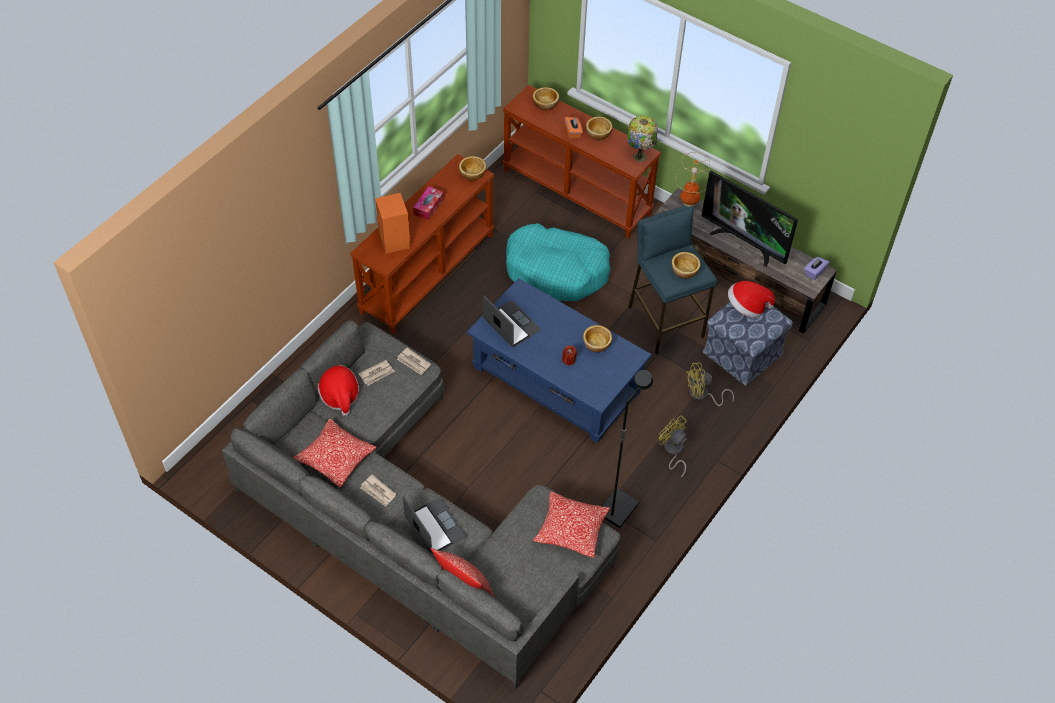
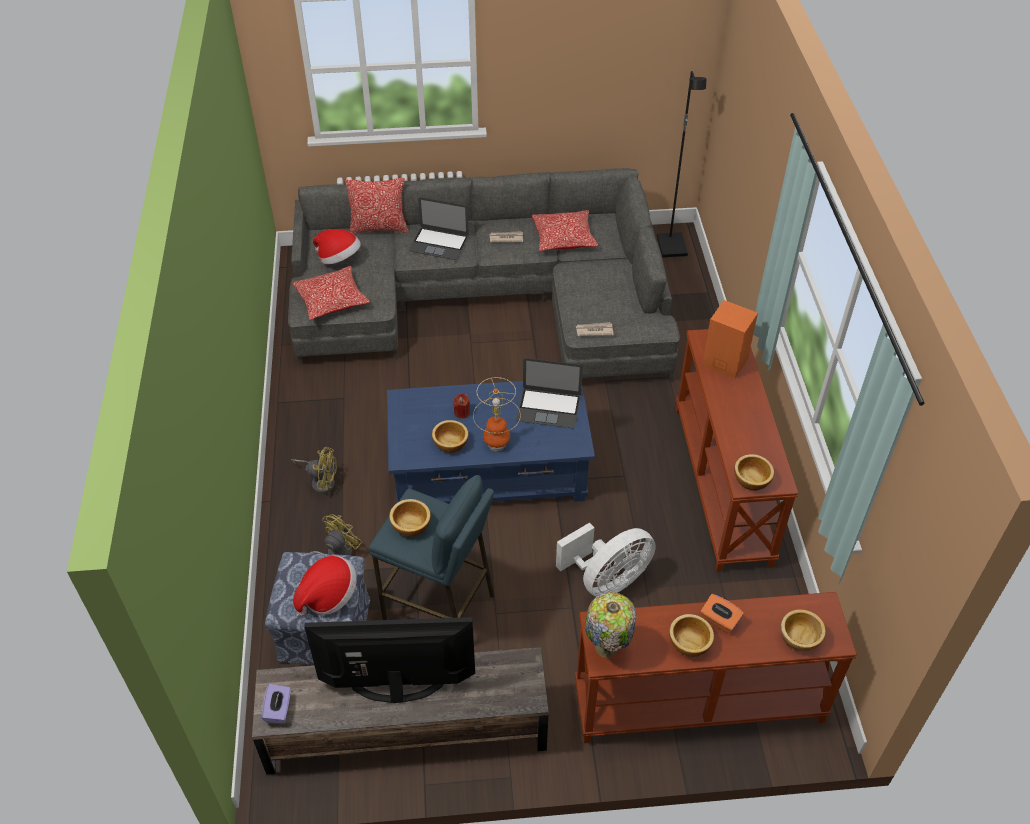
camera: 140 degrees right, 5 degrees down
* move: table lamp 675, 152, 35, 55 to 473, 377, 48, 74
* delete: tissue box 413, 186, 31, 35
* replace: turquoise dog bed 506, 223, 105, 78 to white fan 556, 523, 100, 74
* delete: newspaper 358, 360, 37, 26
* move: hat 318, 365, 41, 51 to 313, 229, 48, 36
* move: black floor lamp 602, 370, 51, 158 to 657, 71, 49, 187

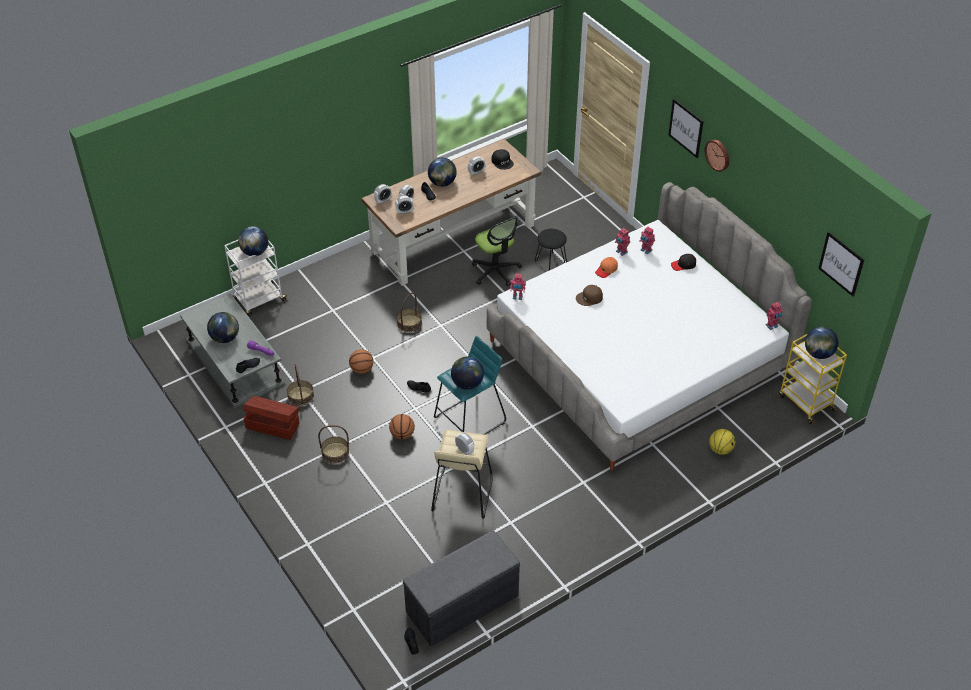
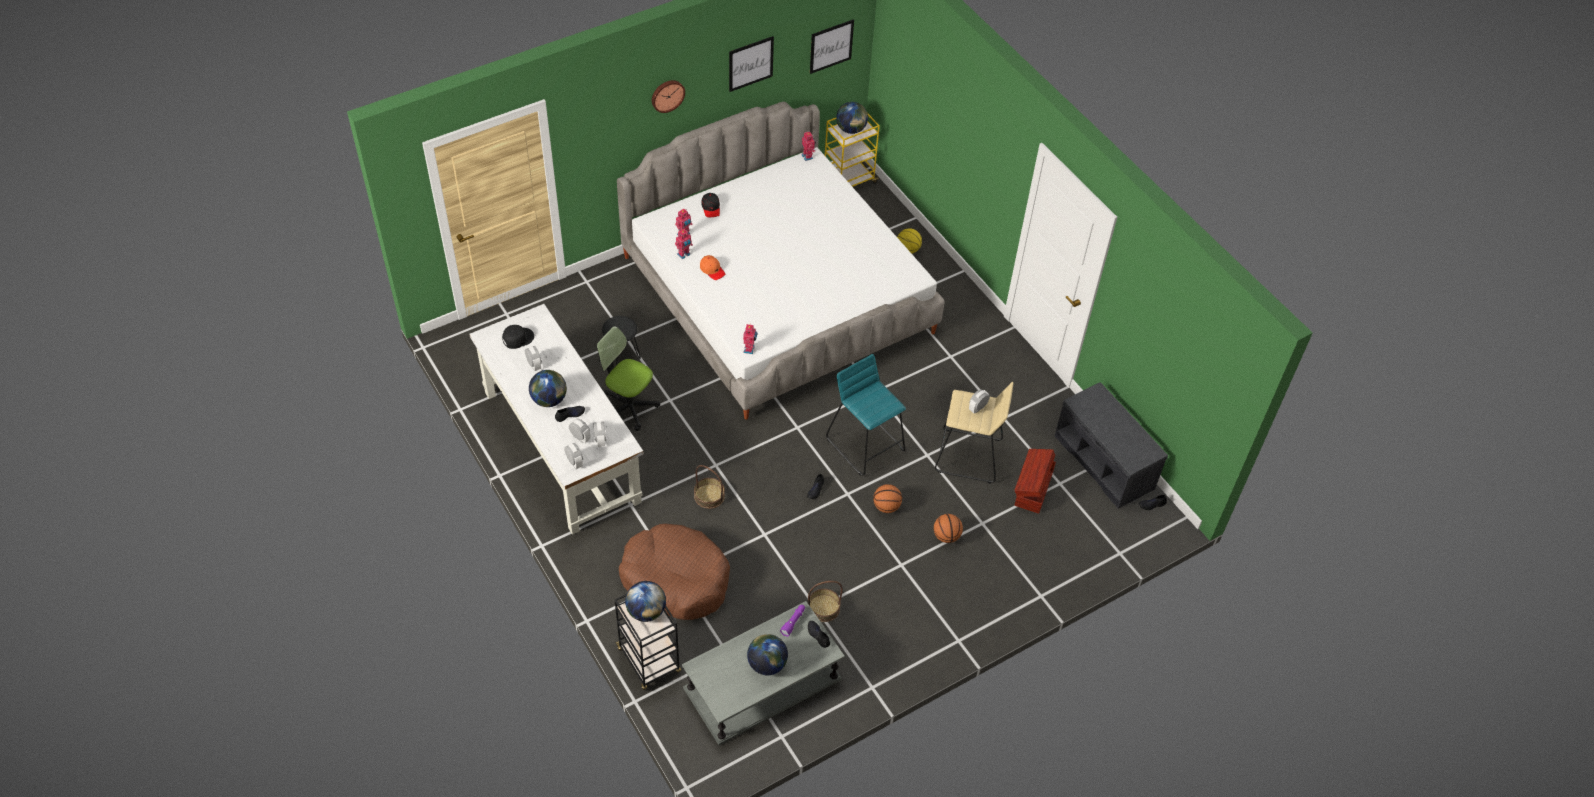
camera: 90 degrees left, 5 degrees up
* move: picture 668, 99, 36, 59 to 729, 36, 45, 56
* recolor: brown desk 361, 139, 180, 147 to white desk 470, 304, 174, 231
* rotate: office chair 472, 217, 50, 70 = 597, 326, 63, 105 120 degrees counterclockwise
* recolor: white cart 224, 240, 64, 76 to black cart 615, 594, 66, 96
* delete: brown cap 576, 285, 27, 21
* move: basketball 349, 349, 24, 25 to 934, 514, 29, 29
* delete: globe 451, 357, 33, 33
* move: brown storage box 243, 396, 57, 44 to 1014, 449, 42, 64
* delete: basket 318, 425, 31, 39
* insert: brown dog bed 619, 524, 111, 96

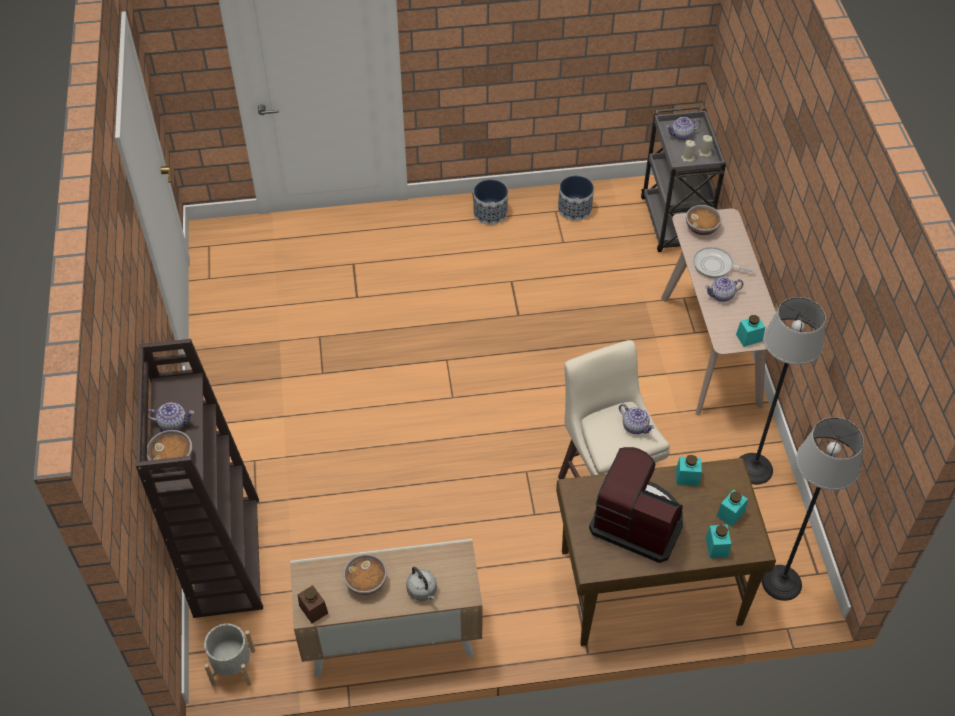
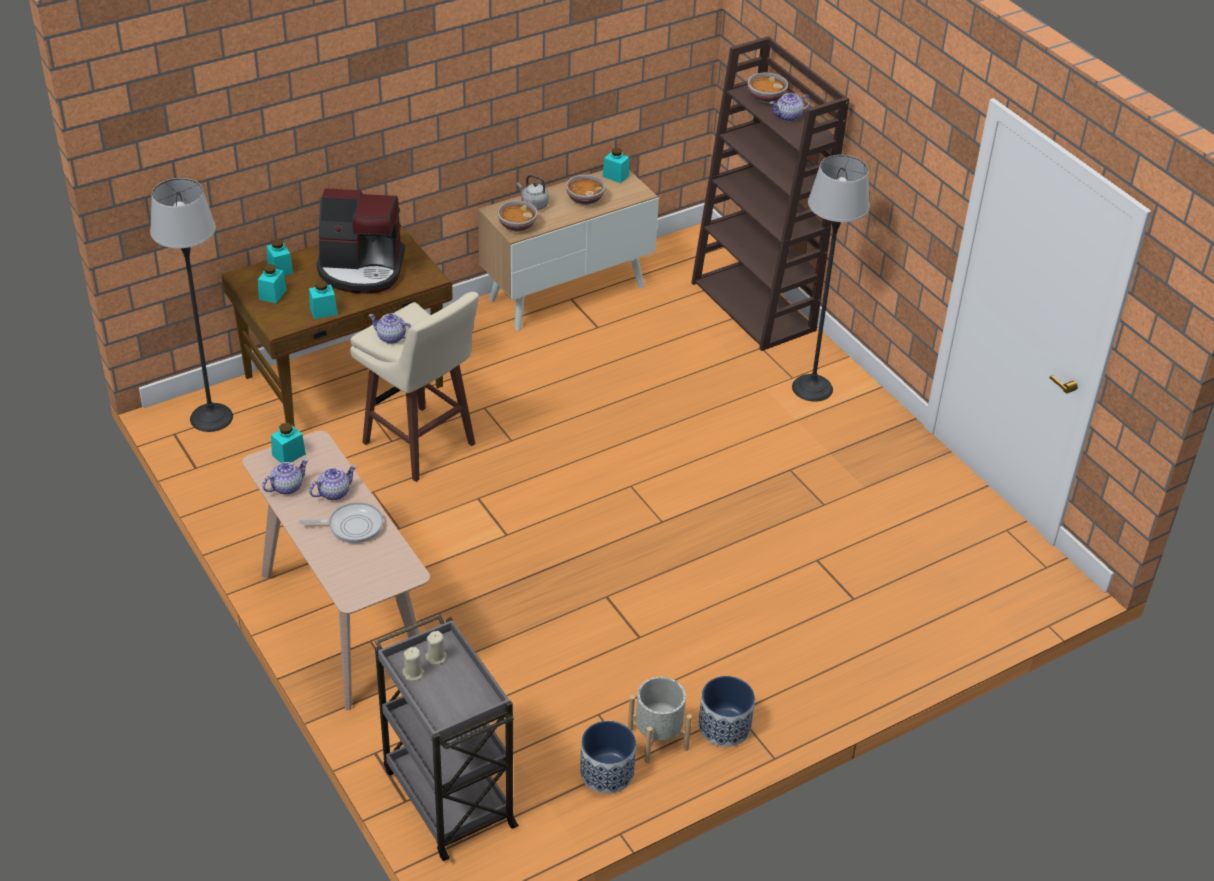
camera: 155 degrees right, 10 degrees down
* move: teapot 666, 117, 35, 23 to 262, 459, 47, 36
* move: bowl 686, 205, 36, 30 to 498, 201, 39, 31
* move: floor lamp 739, 297, 87, 188 to 792, 155, 78, 247
* recolor: brown jar 298, 585, 30, 39 to turquoise jar 602, 148, 27, 35
* move: grey planter 204, 623, 51, 63 to 628, 677, 64, 86

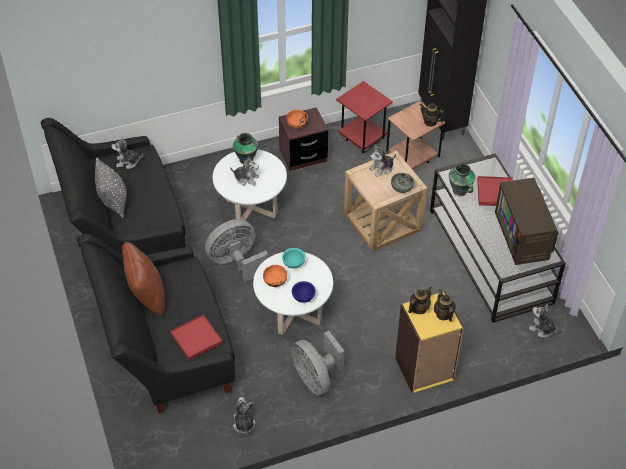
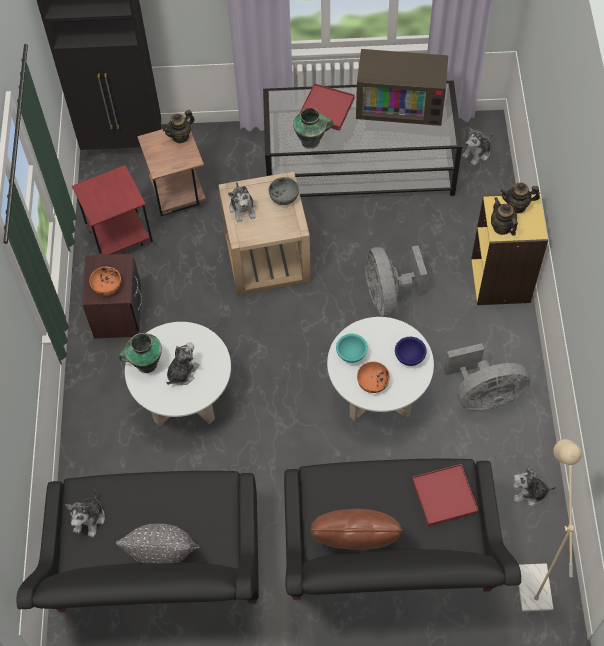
camera: 70 degrees left, 10 degrees up
* move: grey fan 205, 219, 63, 63 to 365, 245, 62, 72
* insert: beige floor lamp 519, 439, 63, 173

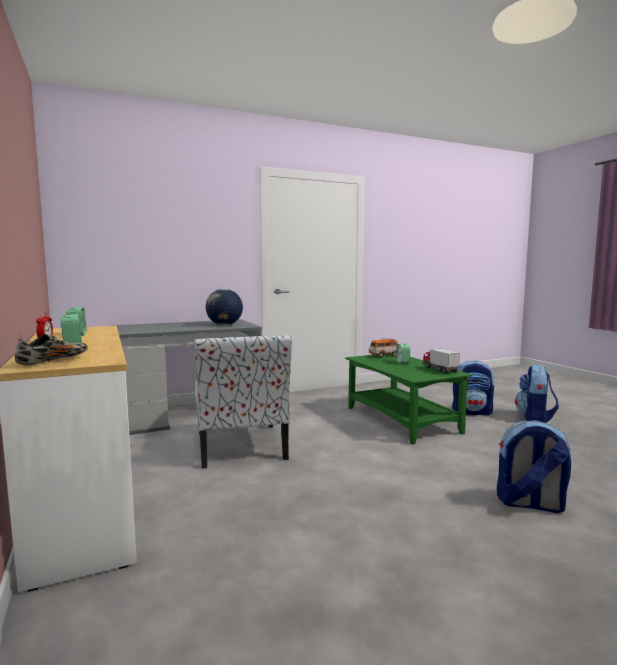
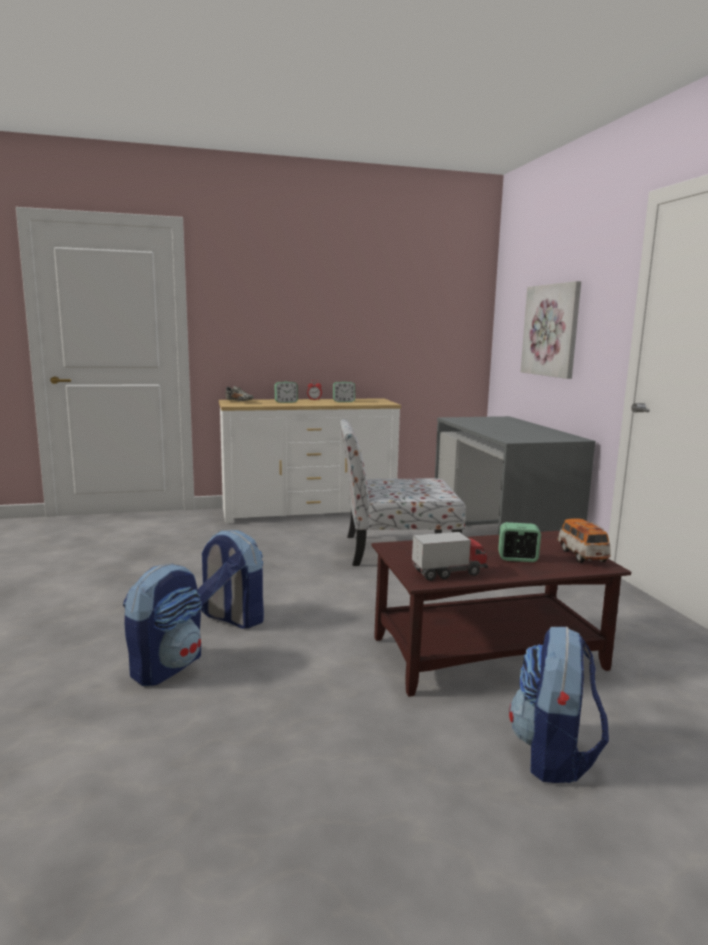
camera: 100 degrees right, 5 degrees up
* delete: globe 206, 289, 37, 37
* recolor: green coffee table 345, 354, 128, 90 to brown coffee table 372, 531, 259, 166
* move: backpack 515, 365, 44, 58 to 198, 530, 66, 99
* insert: picture 521, 281, 60, 98

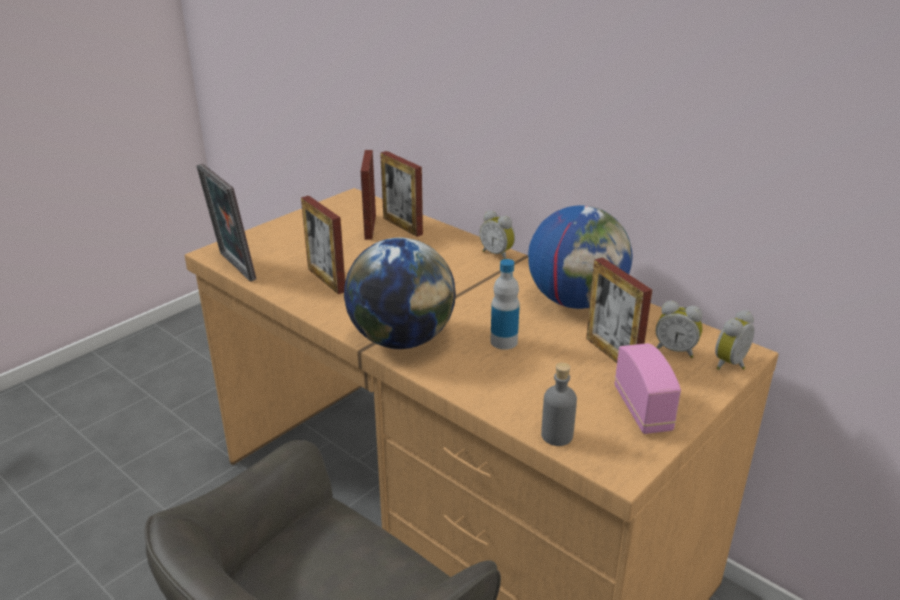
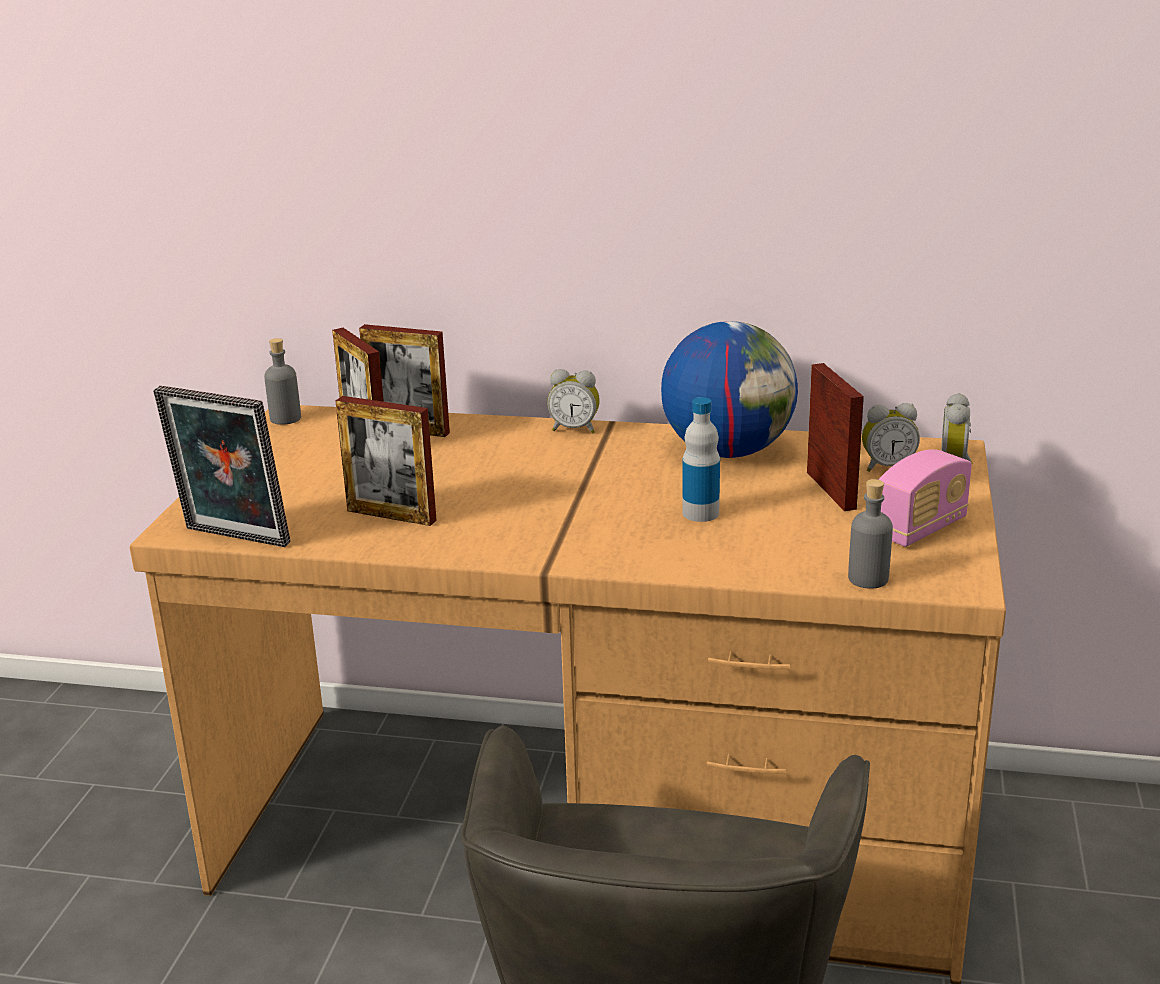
camera: 30 degrees left, 5 degrees down
* delete: globe 344, 238, 112, 111
* rotate: picture frame 586, 257, 66, 106 = 807, 363, 57, 148 135 degrees counterclockwise
* rotate: radio 615, 343, 66, 91 = 879, 449, 93, 98 90 degrees clockwise
* insert: grey bottle 264, 338, 37, 87

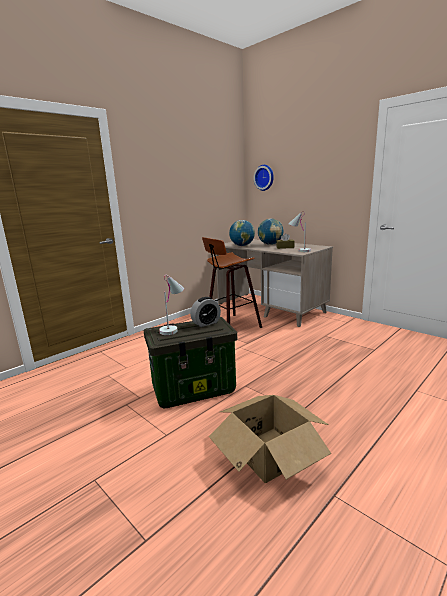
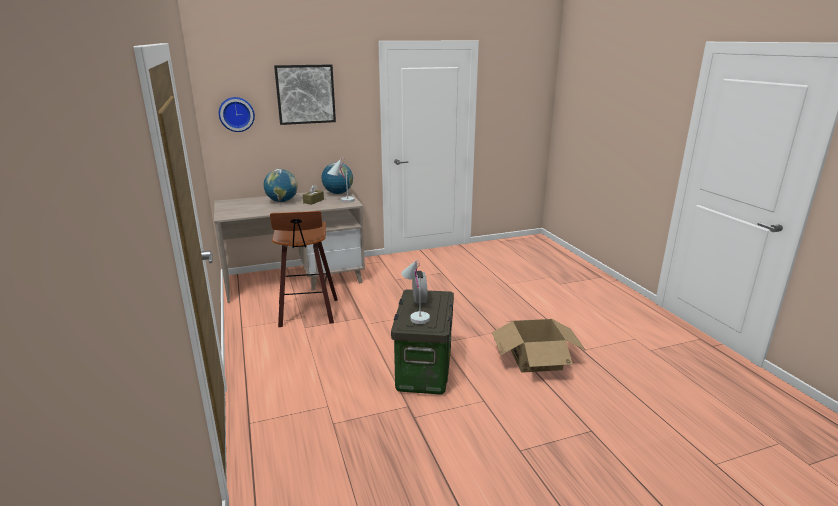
camera: 65 degrees left, 5 degrees up
* move: globe 229, 220, 26, 26 to 321, 162, 32, 32
* insert: picture 274, 64, 62, 61

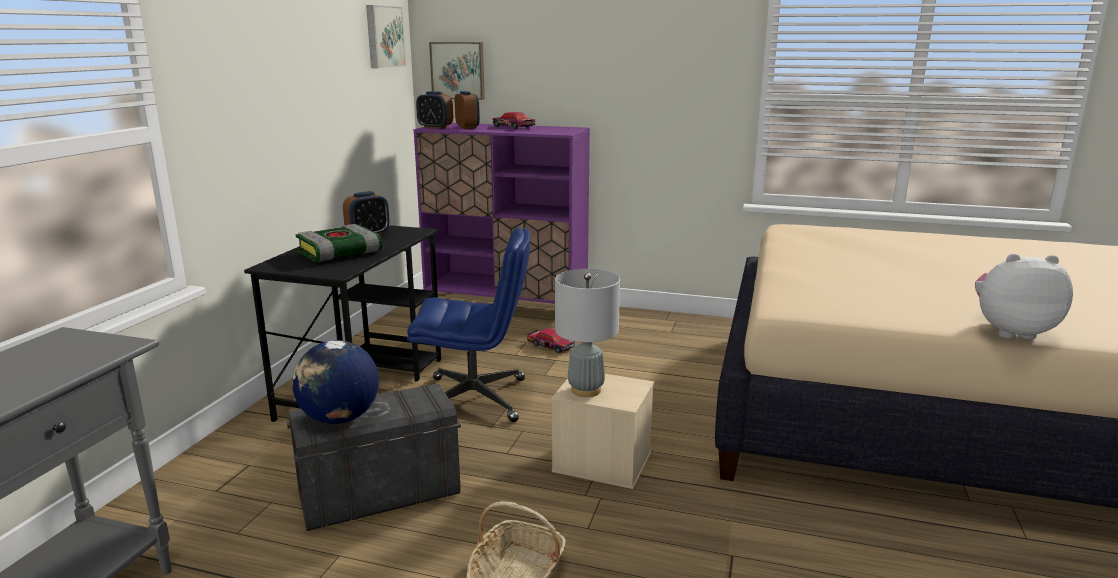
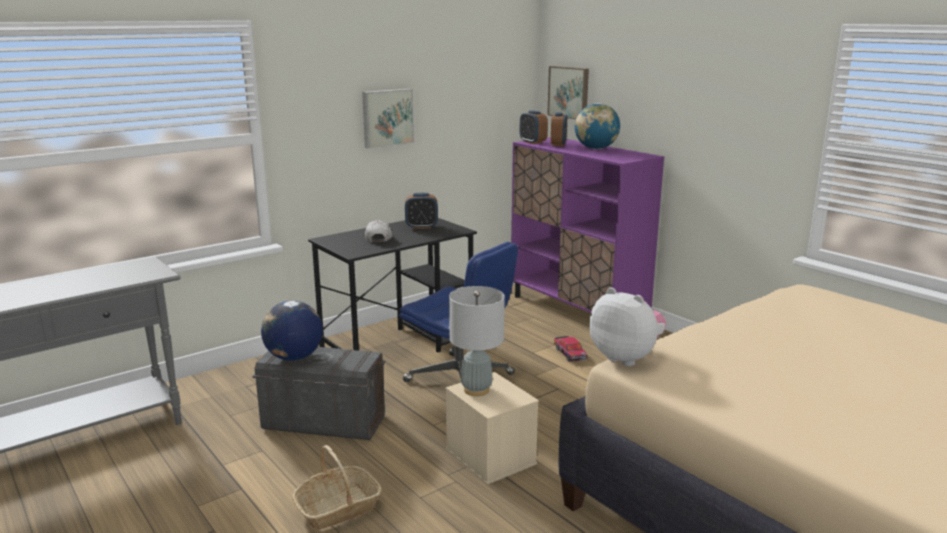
camera: 35 degrees right, 0 degrees up
* move: picture 366, 5, 40, 63 to 362, 89, 52, 60
* replace: toy car 493, 112, 42, 17 to globe 575, 103, 45, 46
* replace: book 296, 224, 86, 38 to white cap 365, 220, 27, 22
* move: plush toy 975, 254, 98, 86 to 589, 287, 77, 79

